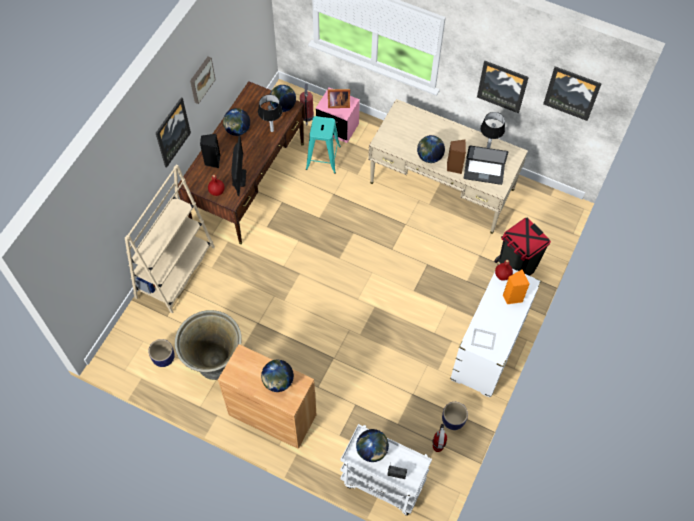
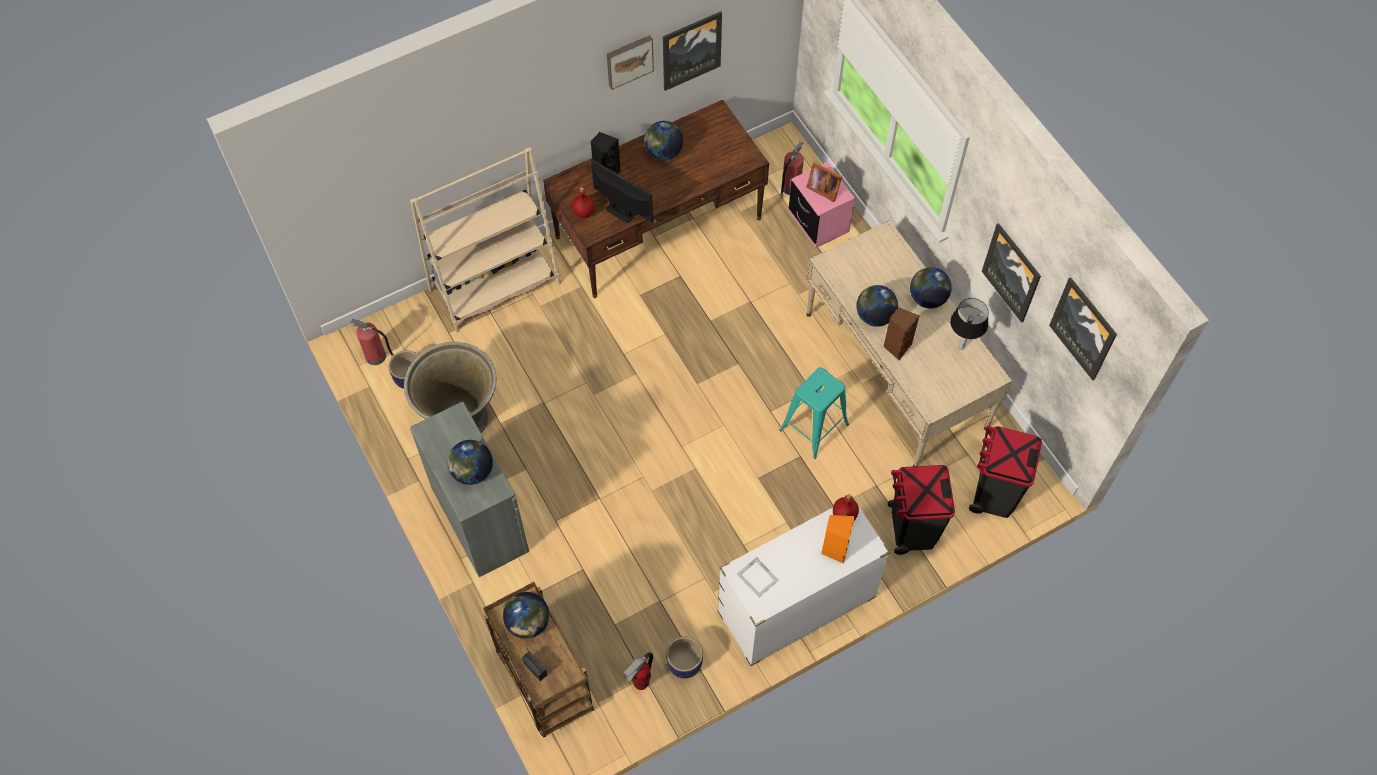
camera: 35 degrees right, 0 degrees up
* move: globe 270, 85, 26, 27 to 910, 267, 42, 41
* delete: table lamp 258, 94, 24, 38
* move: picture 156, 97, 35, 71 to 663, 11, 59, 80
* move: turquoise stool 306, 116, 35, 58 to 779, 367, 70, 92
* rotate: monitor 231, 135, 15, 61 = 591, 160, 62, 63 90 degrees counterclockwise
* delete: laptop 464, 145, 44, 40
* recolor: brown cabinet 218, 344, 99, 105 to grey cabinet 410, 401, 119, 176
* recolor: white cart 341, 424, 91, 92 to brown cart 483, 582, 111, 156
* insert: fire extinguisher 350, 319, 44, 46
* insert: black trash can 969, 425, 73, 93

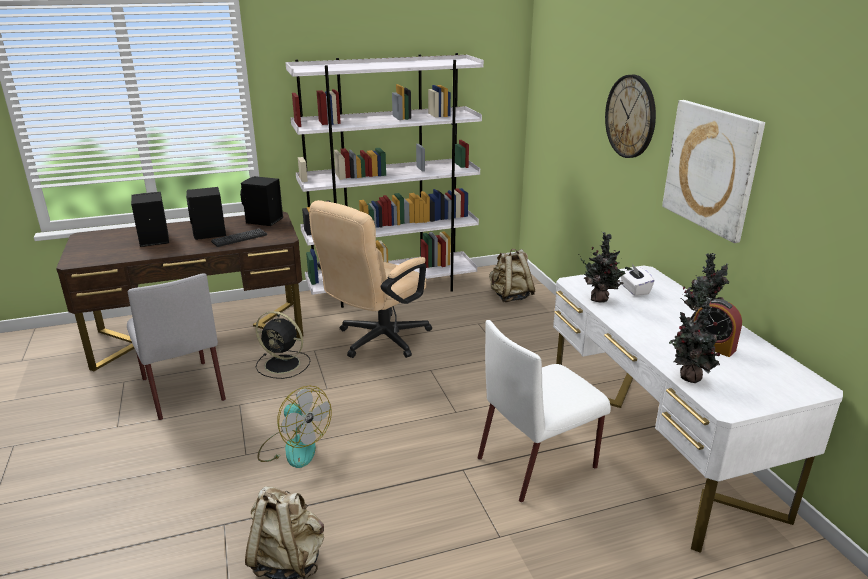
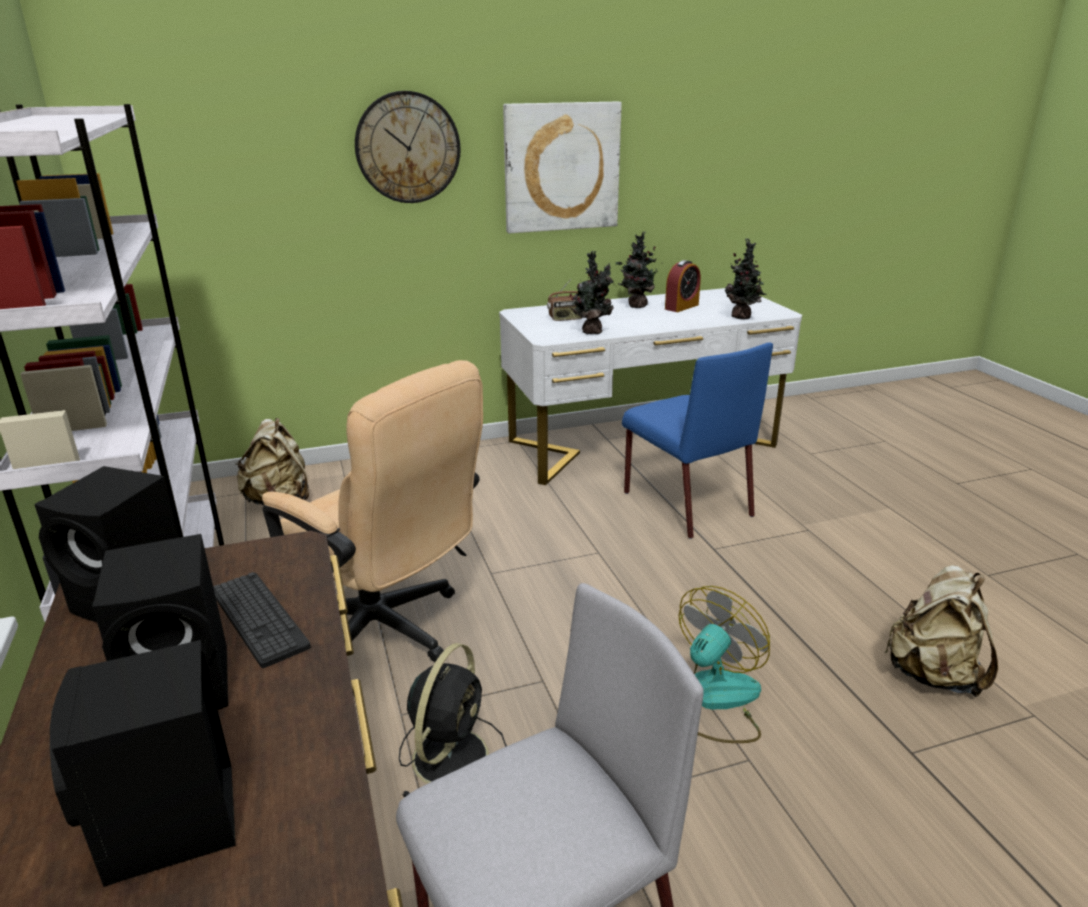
camera: 90 degrees left, 0 degrees up
* replace: white tissue box 621, 264, 34, 32 to radio 547, 279, 35, 42
* recolor: white chair 478, 320, 133, 182 to blue chair 622, 342, 151, 197

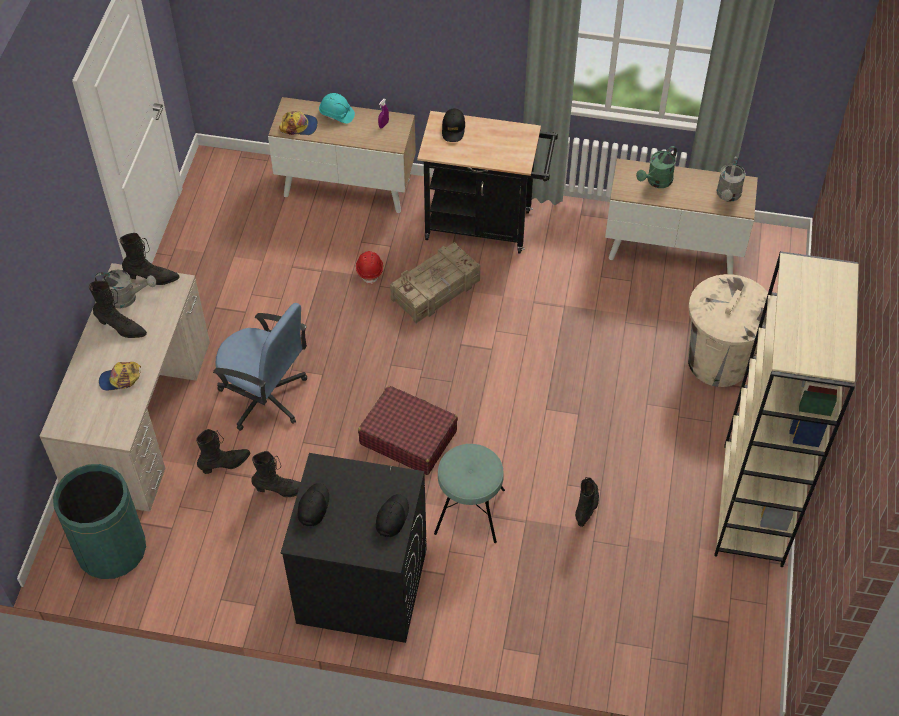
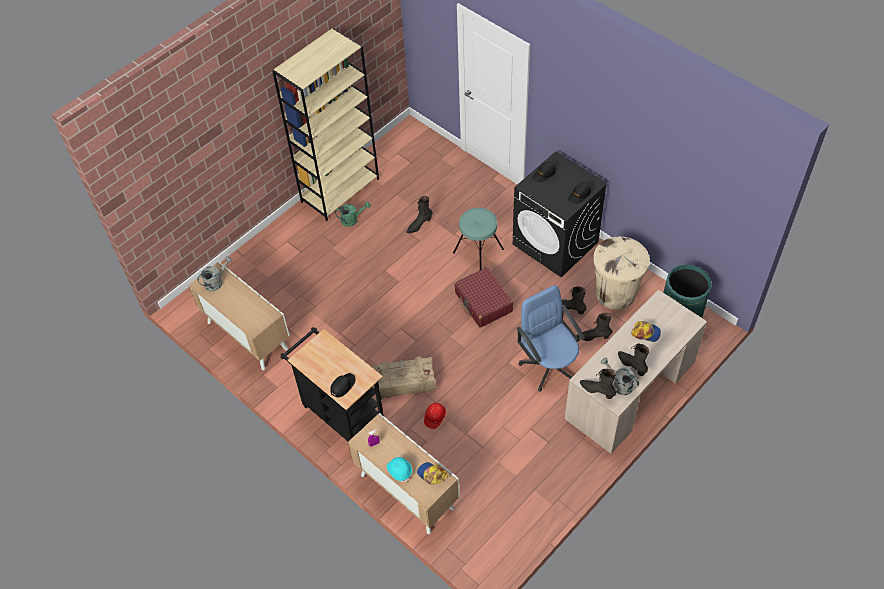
camera: 145 degrees left, 0 degrees up
* move: green watering can 636, 146, 41, 42 to 335, 201, 36, 26
* move: beige trash can 688, 274, 80, 113 to 593, 237, 57, 73

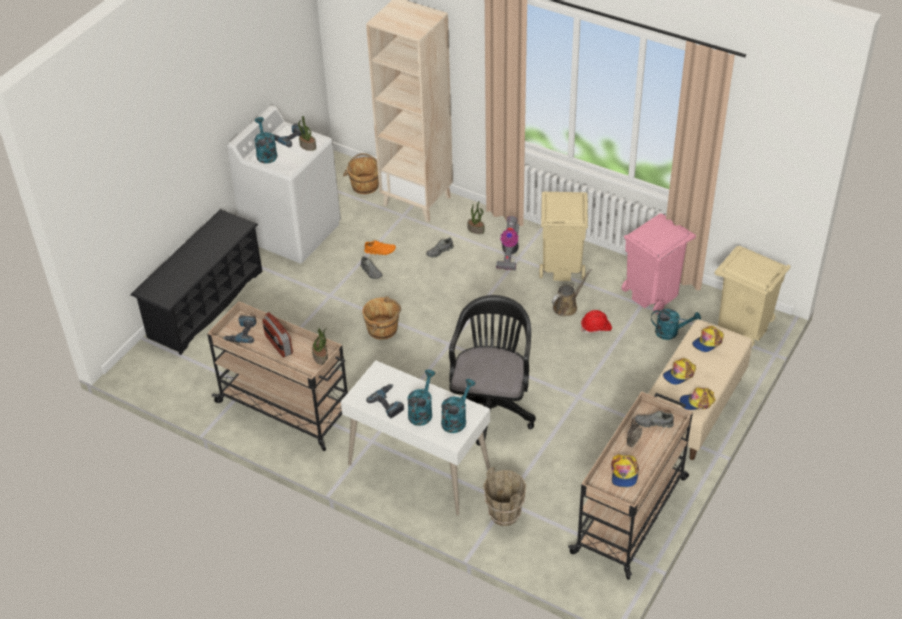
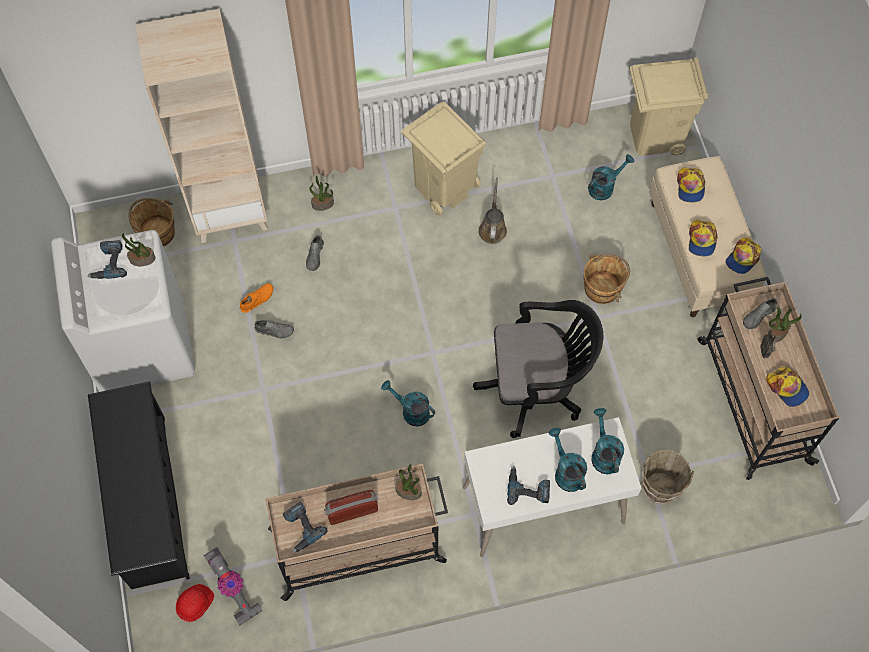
camera: 45 degrees left, 20 degrees up
* move: turquoise watering can 254, 117, 23, 47 to 381, 380, 54, 47
* delete: pink trash can 621, 213, 75, 101
* move: vacuum cleaner 496, 216, 23, 54 to 204, 547, 59, 79
* rotate: black office chair 449, 295, 87, 151 = 473, 300, 130, 138 120 degrees clockwise
* move: brown bucket 362, 296, 39, 44 to 583, 254, 47, 50
* move: red hard hat 581, 310, 31, 23 to 176, 584, 38, 39
* rotate: radio 262, 312, 31, 46 = 324, 490, 54, 35 150 degrees clockwise
* insert: potted plant 768, 306, 34, 36

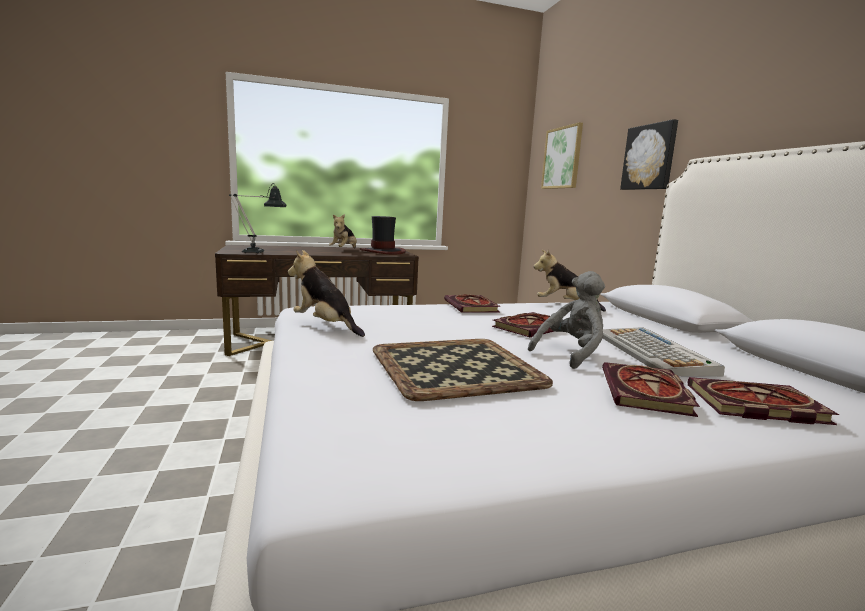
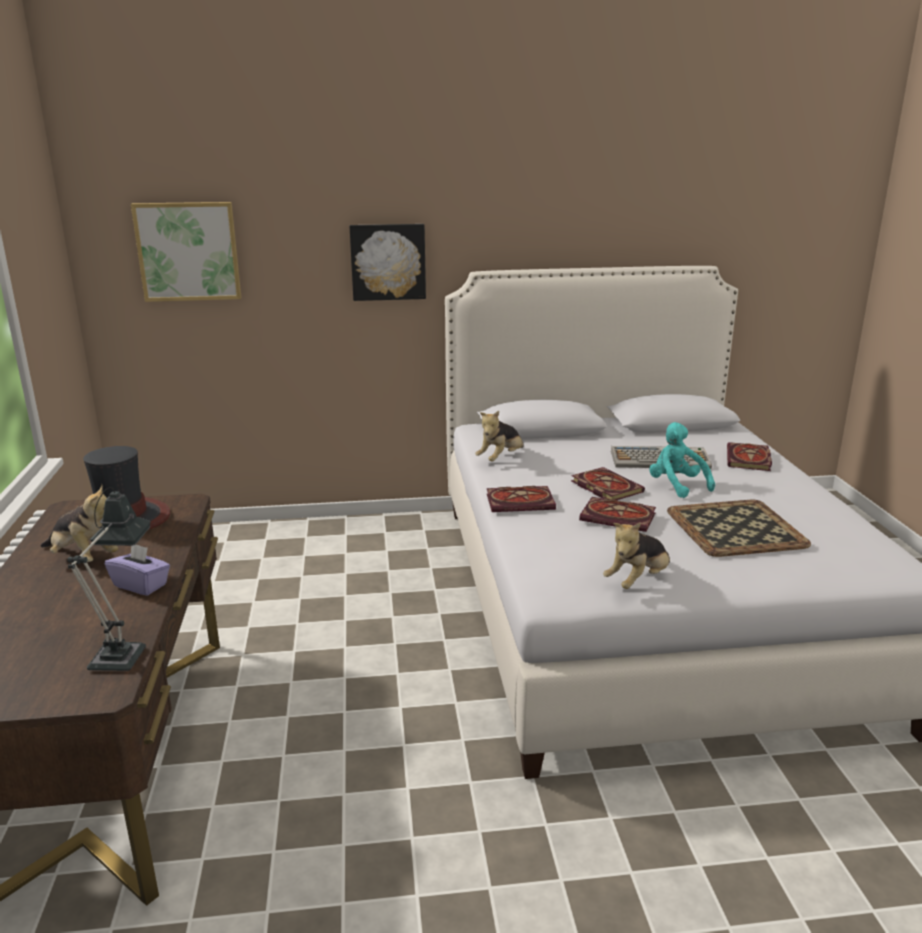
camera: 80 degrees left, 10 degrees up
* recolor: grey plush toy 528, 271, 77, 98 to turquoise plush toy 649, 422, 66, 76
* move: book 602, 362, 98, 55 to 579, 497, 77, 35
* insert: purple tissue box 105, 545, 65, 51

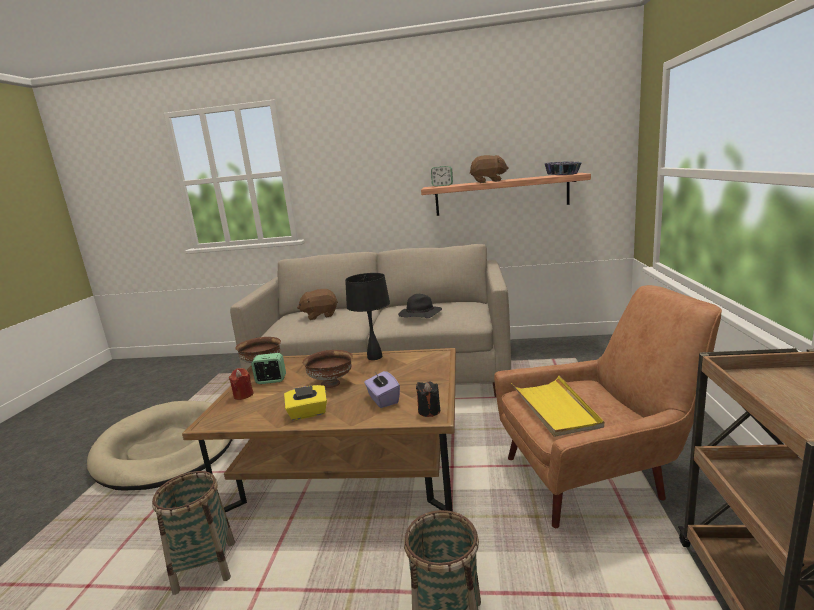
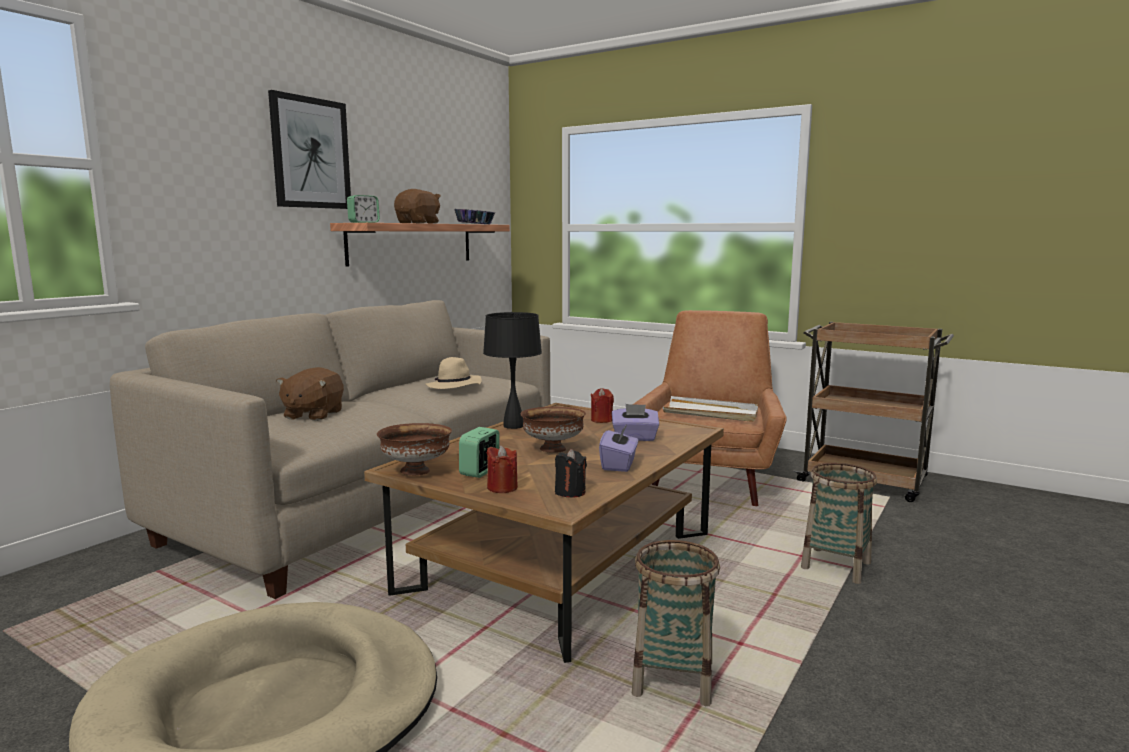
camera: 65 degrees left, 5 degrees down
* recolor: black hat 398, 294, 44, 24 to beige hat 426, 357, 56, 32
* recolor: yellow tray 511, 376, 93, 61 to white tray 663, 396, 95, 26
* move: black candle 416, 382, 24, 35 to 555, 449, 32, 48
* recolor: yellow tissue box 284, 385, 43, 36 to purple tissue box 599, 423, 39, 49
* insert: picture 268, 90, 83, 119
* insert: red candle 591, 388, 23, 35

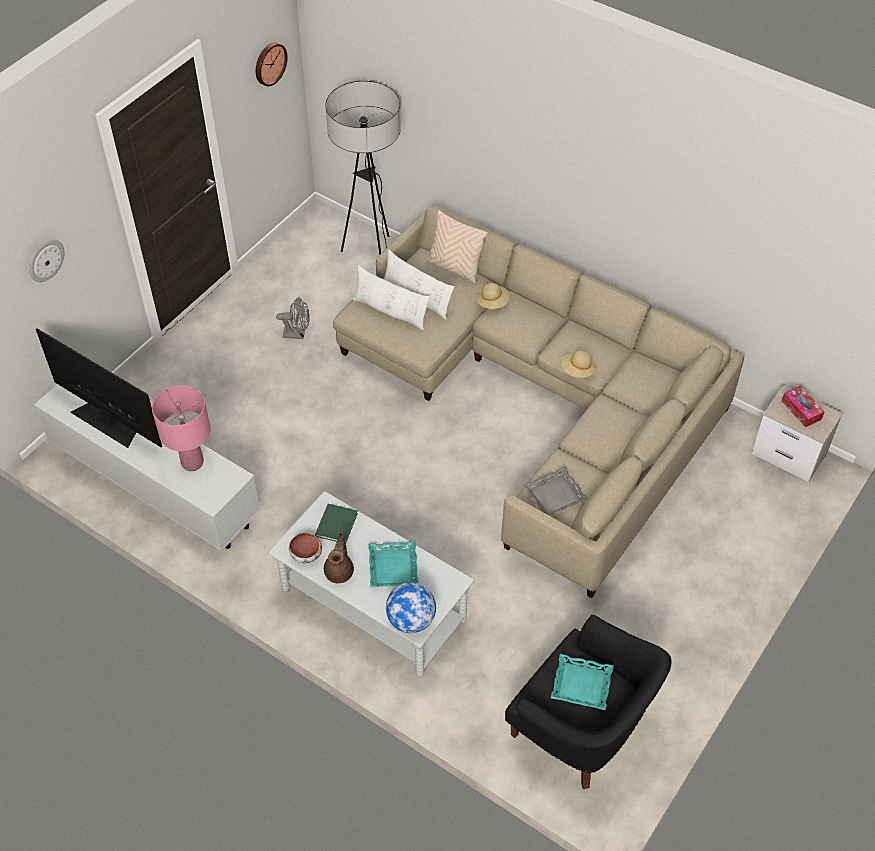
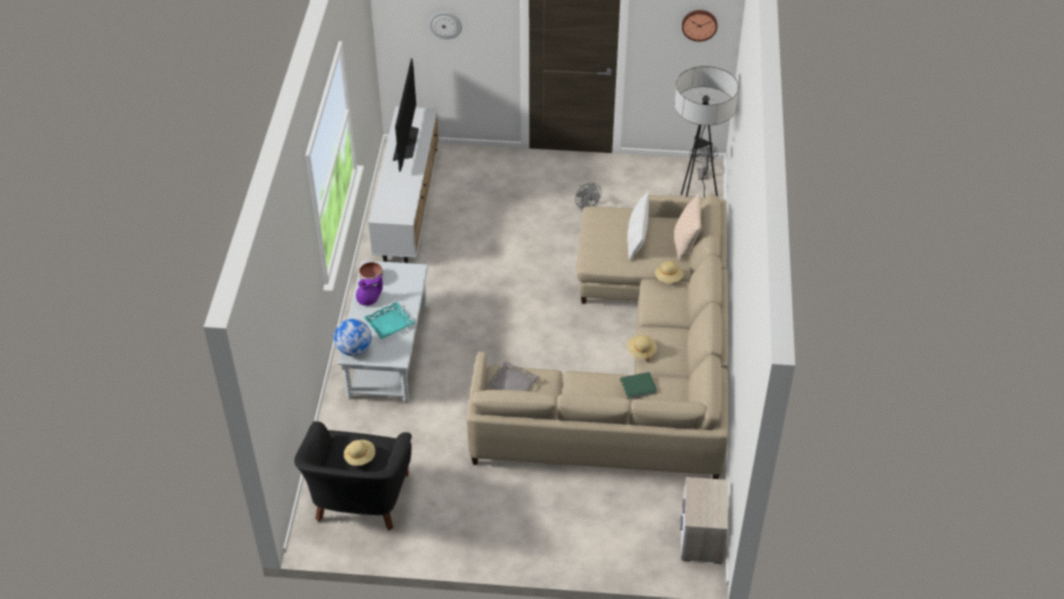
camera: 60 degrees right, 5 degrees down
* delete: white pillow 352, 265, 78, 66
* delete: pink table lamp 152, 385, 59, 86
* delete: tissue box 782, 386, 42, 41
* move: green book 315, 504, 43, 40 to 620, 372, 37, 27
* recolor: brown teapot 324, 532, 30, 51 to purple teapot 356, 274, 27, 32
* replace: turquoise tray 551, 654, 63, 56 to beige hat 344, 440, 31, 26
* insert: grey fan 689, 145, 29, 35

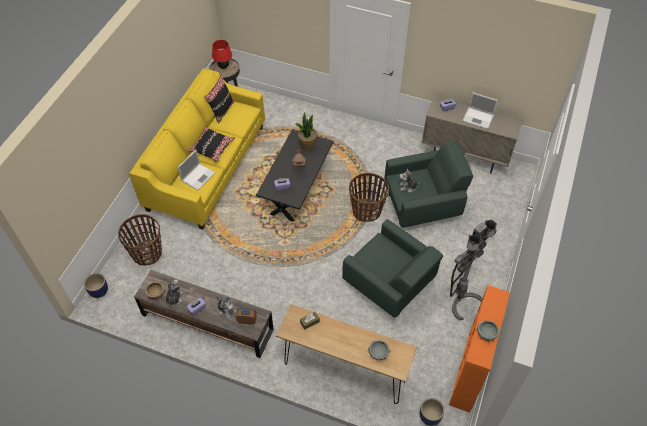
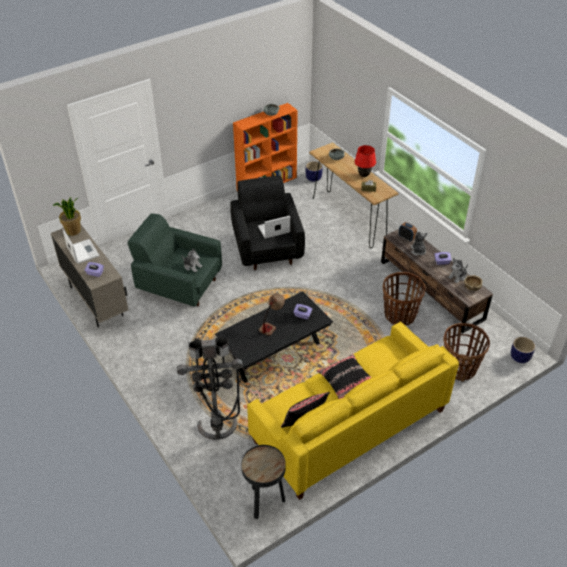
camera: 145 degrees left, 10 degrees down
* move: red table lamp 212, 40, 20, 29 to 354, 145, 22, 32
* move: potted plant 295, 112, 22, 39 to 53, 198, 28, 38
* move: laptop 178, 150, 38, 40 to 258, 216, 32, 23
* move: basket 349, 173, 40, 49 to 383, 272, 43, 54
* recolor: green armchair 342, 219, 101, 99 to black armchair 230, 176, 75, 94
* move: grey floor lamp 450, 220, 47, 101 to 177, 336, 66, 104

